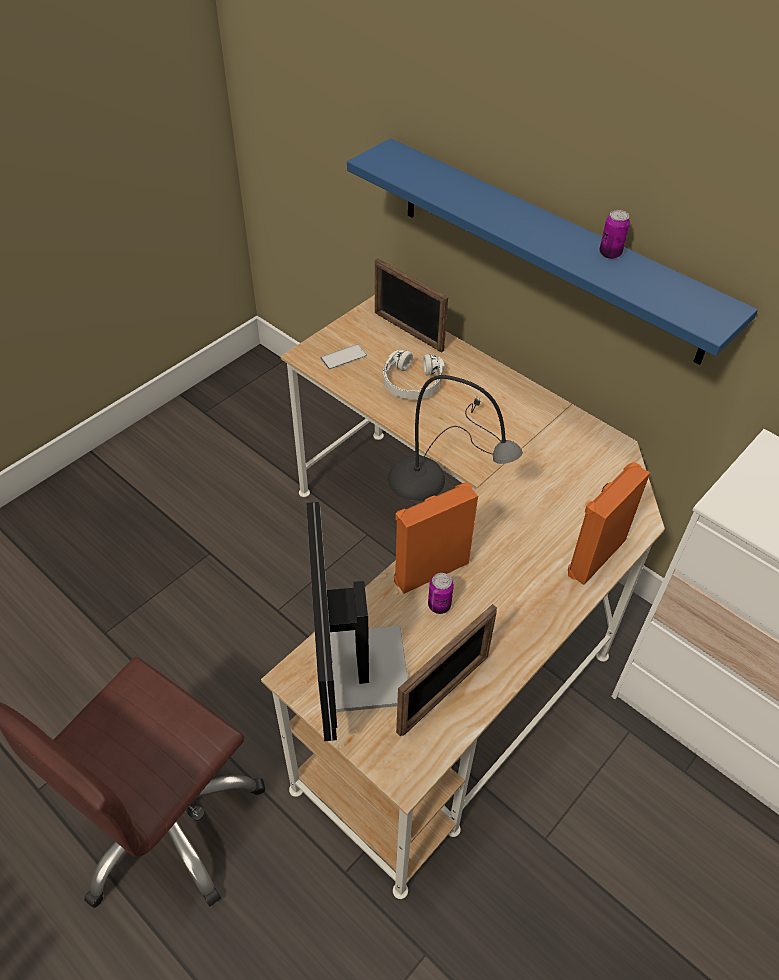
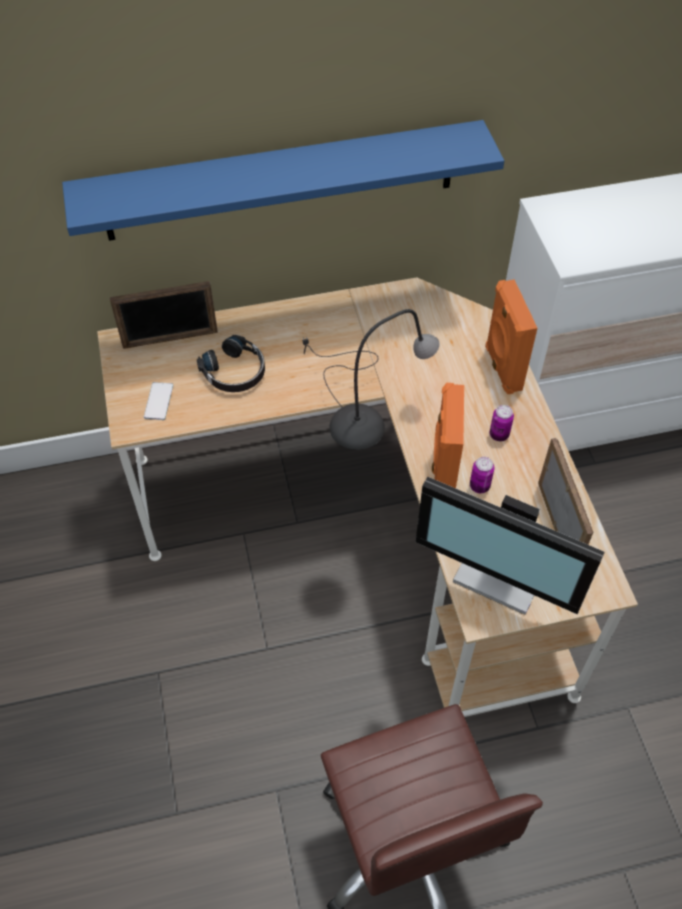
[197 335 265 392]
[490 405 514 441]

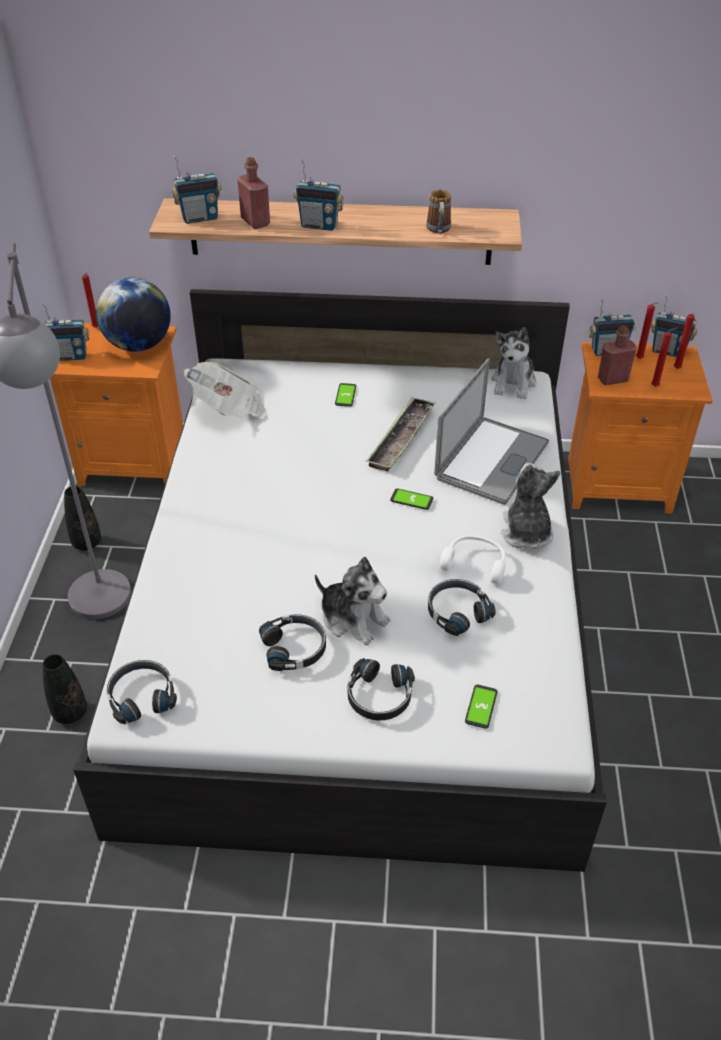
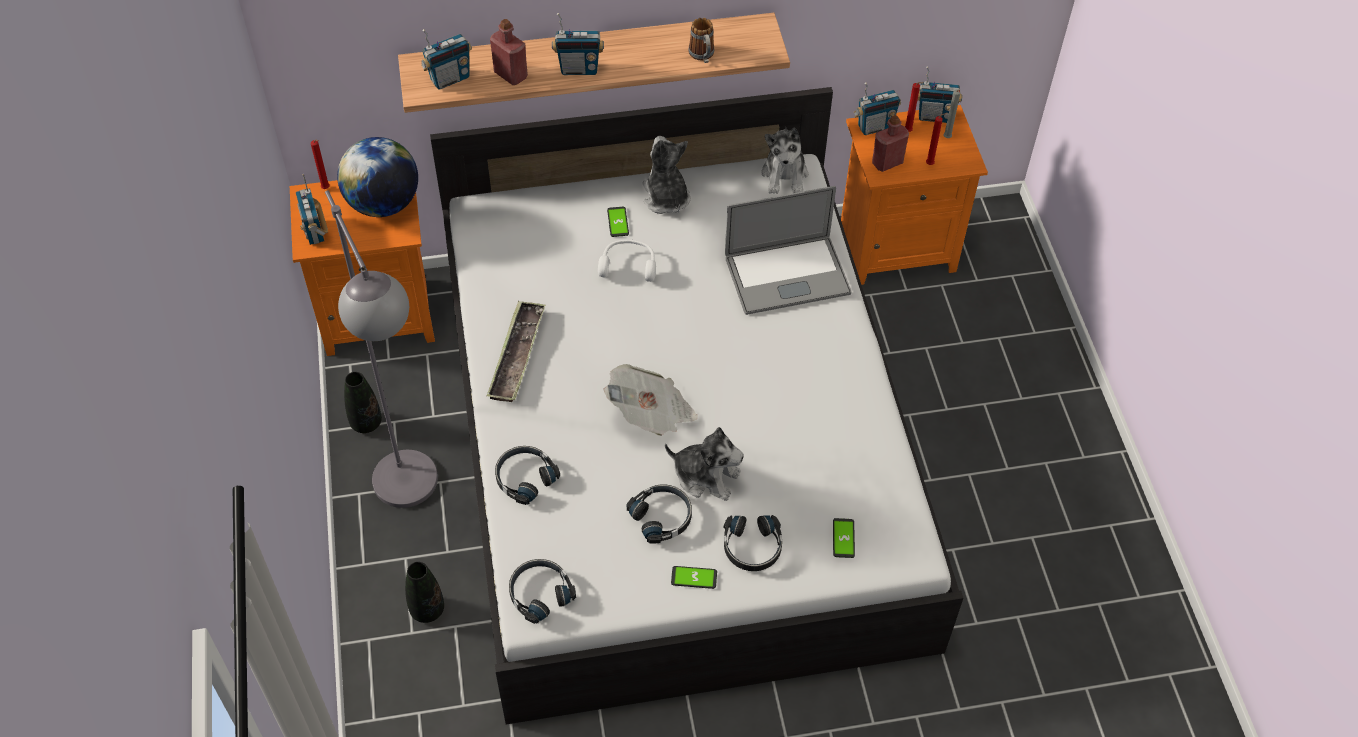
[296 174 328 245]
[487 301 546 402]
[495 446 560 505]
[598 240 656 282]
[603 364 698 436]
[642 136 690 214]
[671 566 717 589]
[725 186 851 315]
[944 90 961 138]

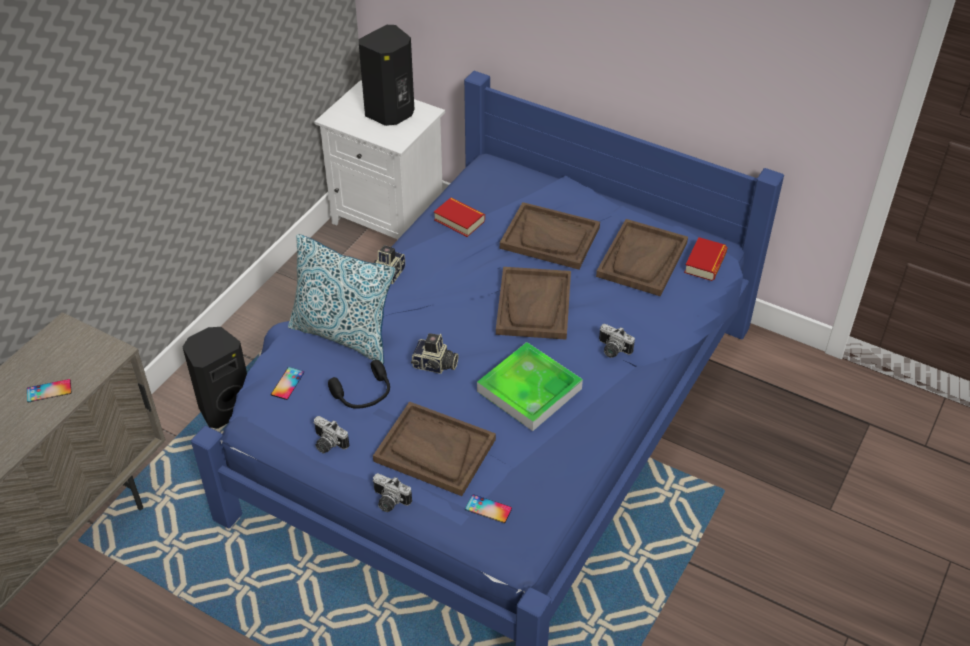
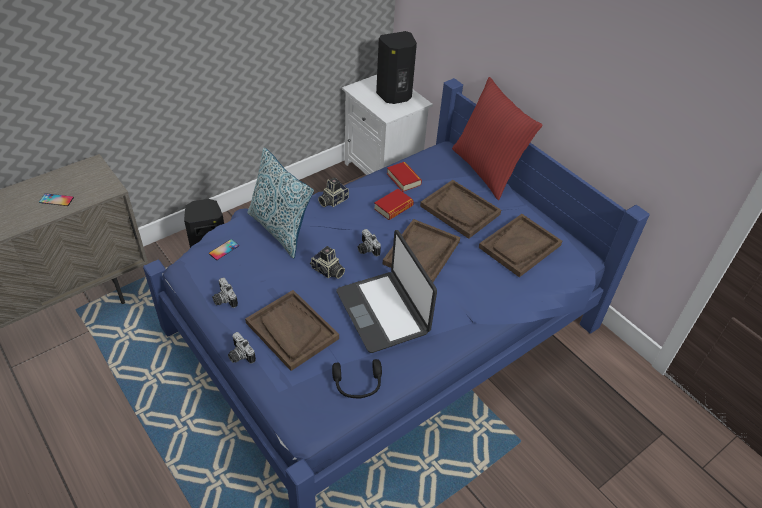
[332 359 382 399]
[337 230 437 353]
[357 229 381 256]
[374 189 414 220]
[452 77 542 200]
[465 494 512 523] (first image)

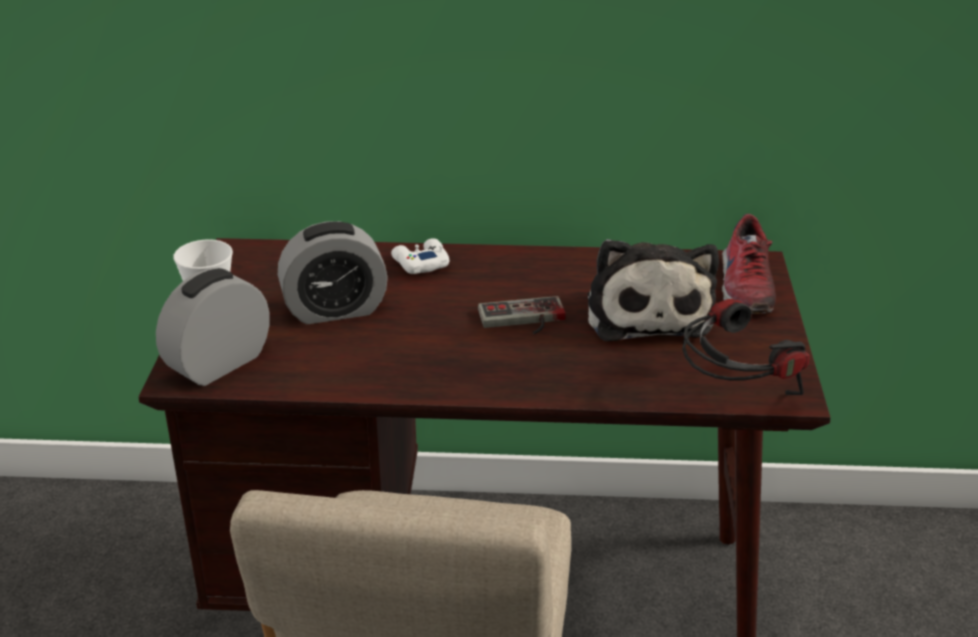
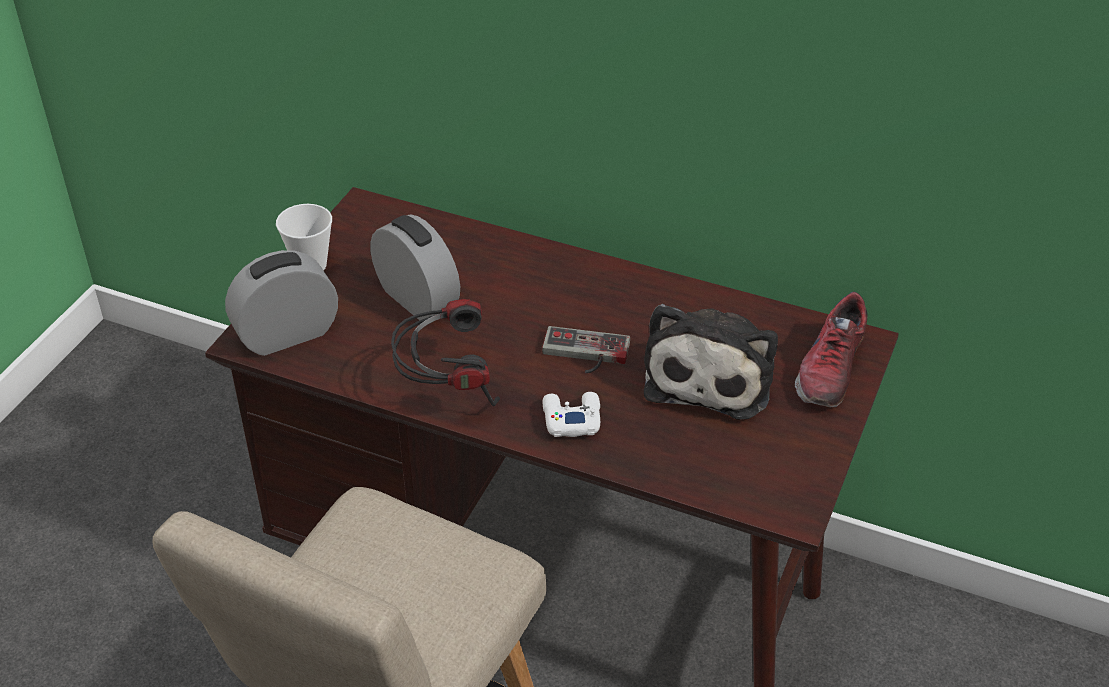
[370 214 460 321]
[391 299 500 406]
[543 392 600 437]

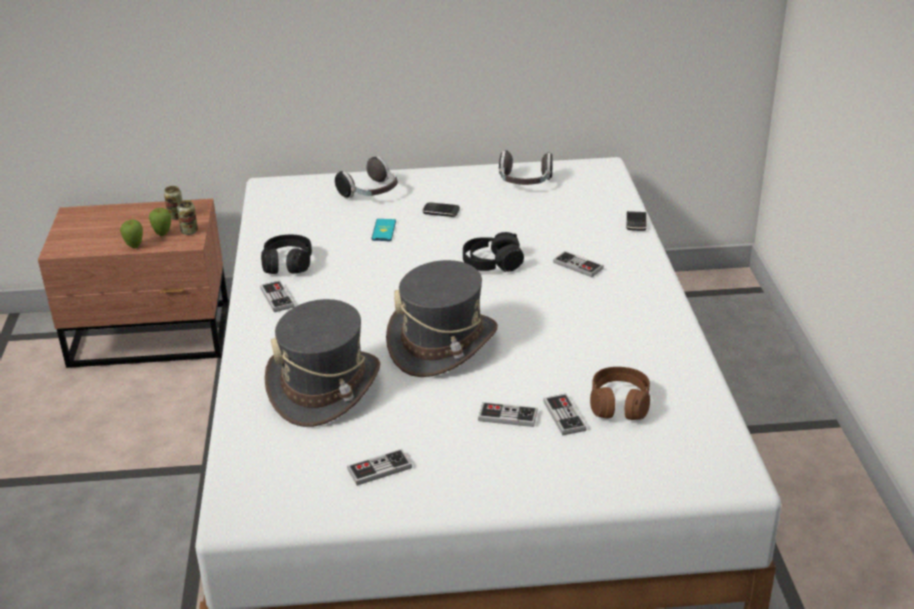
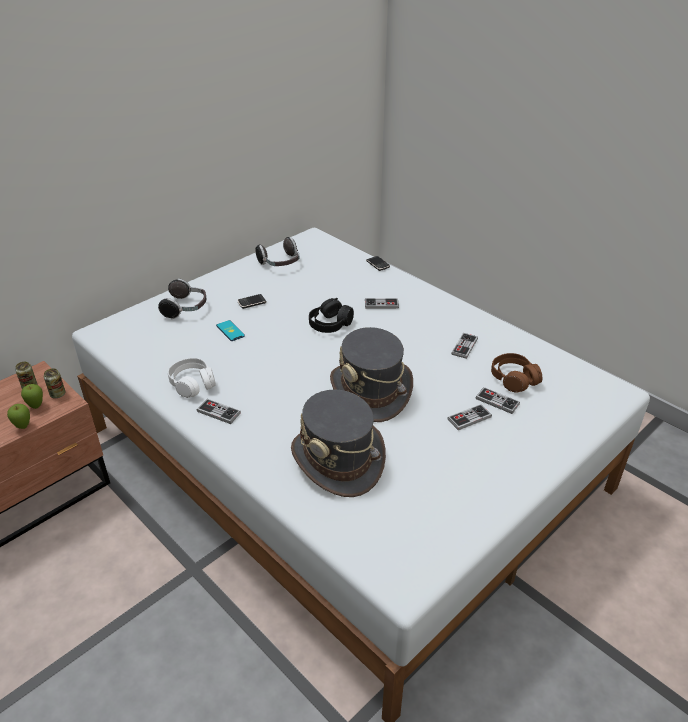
[168 358 216 398]
[451 333 478 359]

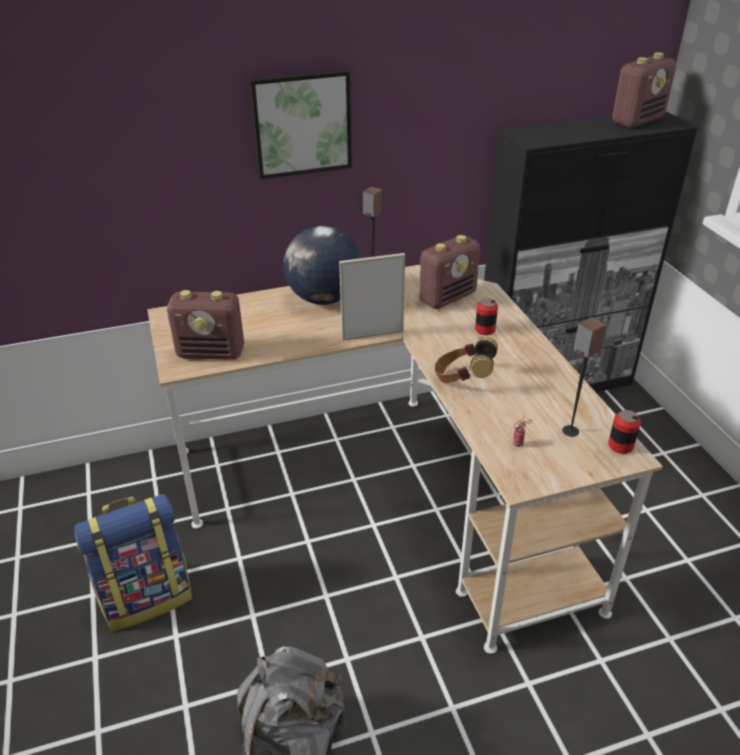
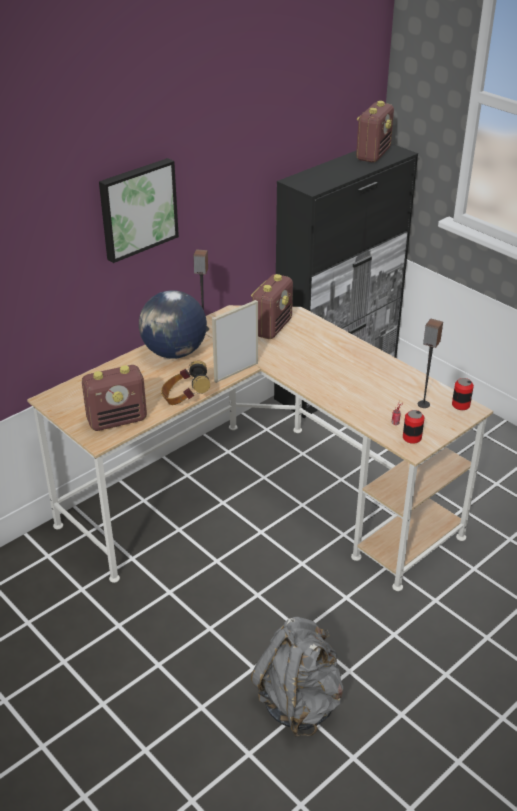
[161 360 210 405]
[403 410 424 444]
[74 494 192 631] (first image)

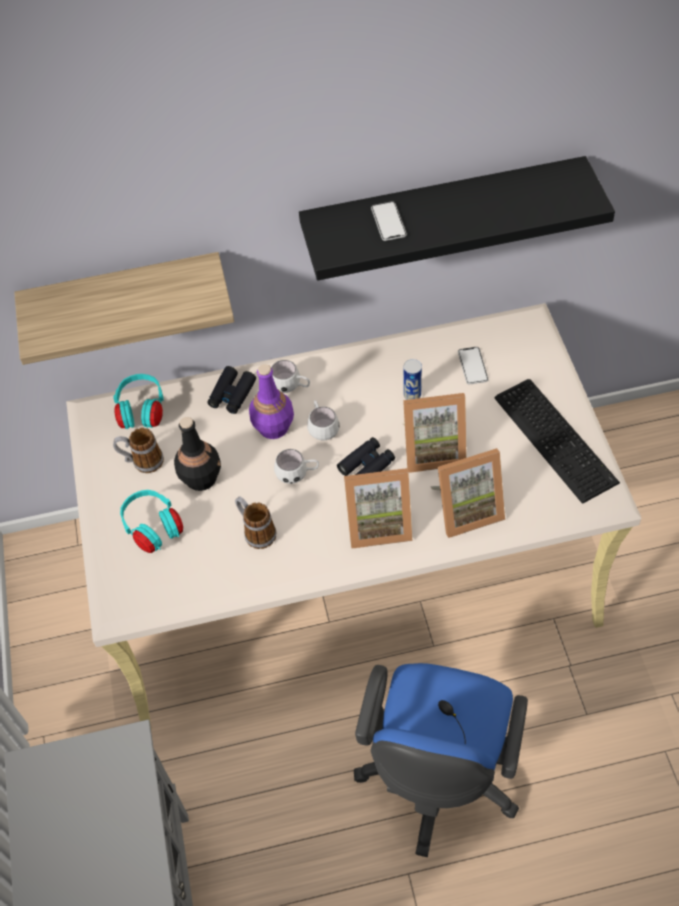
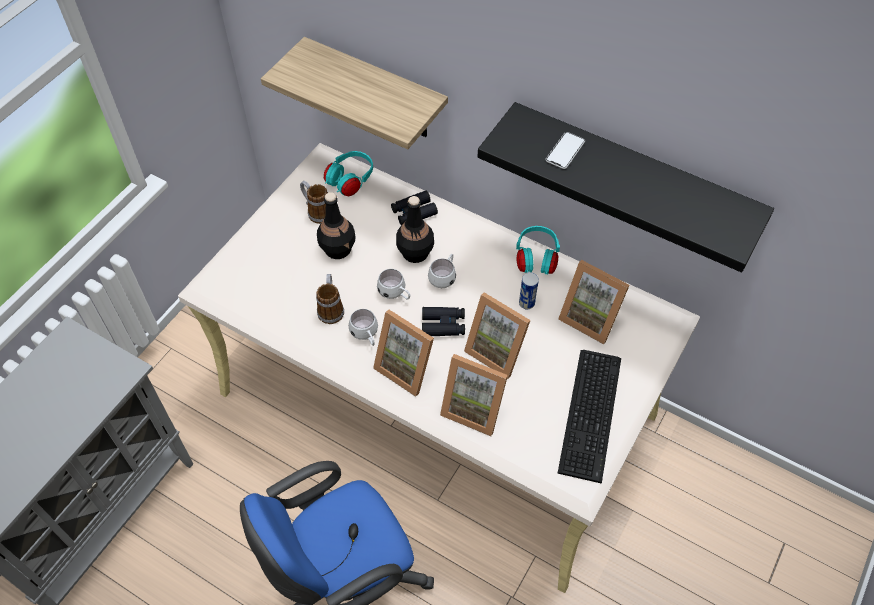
[349 309 378 346]
[396 196 434 263]
[516 226 560 274]
[558 260 630 345]

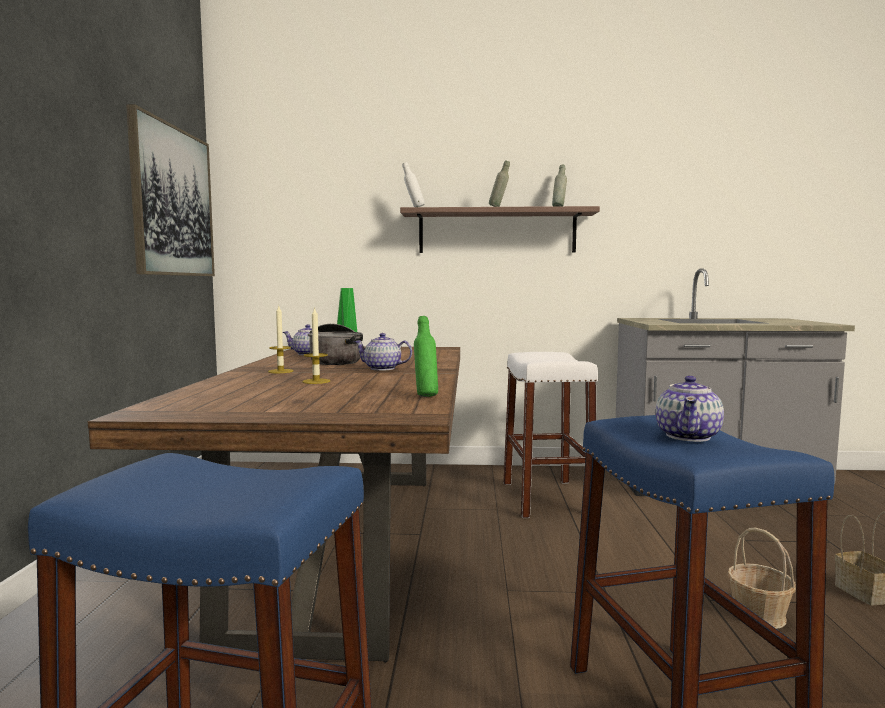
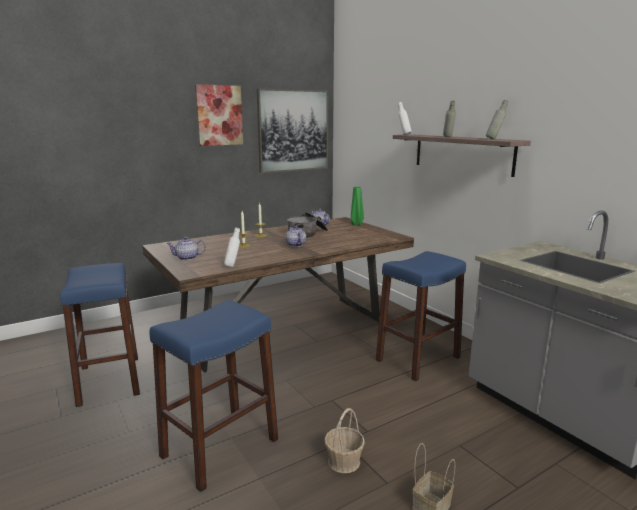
[166 237 206 260]
[195 84 243 146]
[224 227 240 267]
[376 251 466 381]

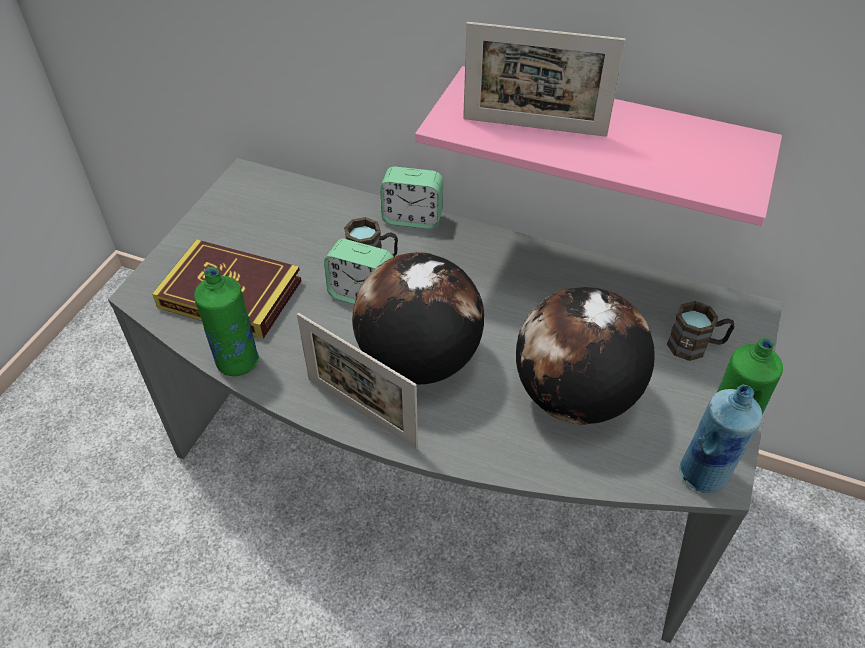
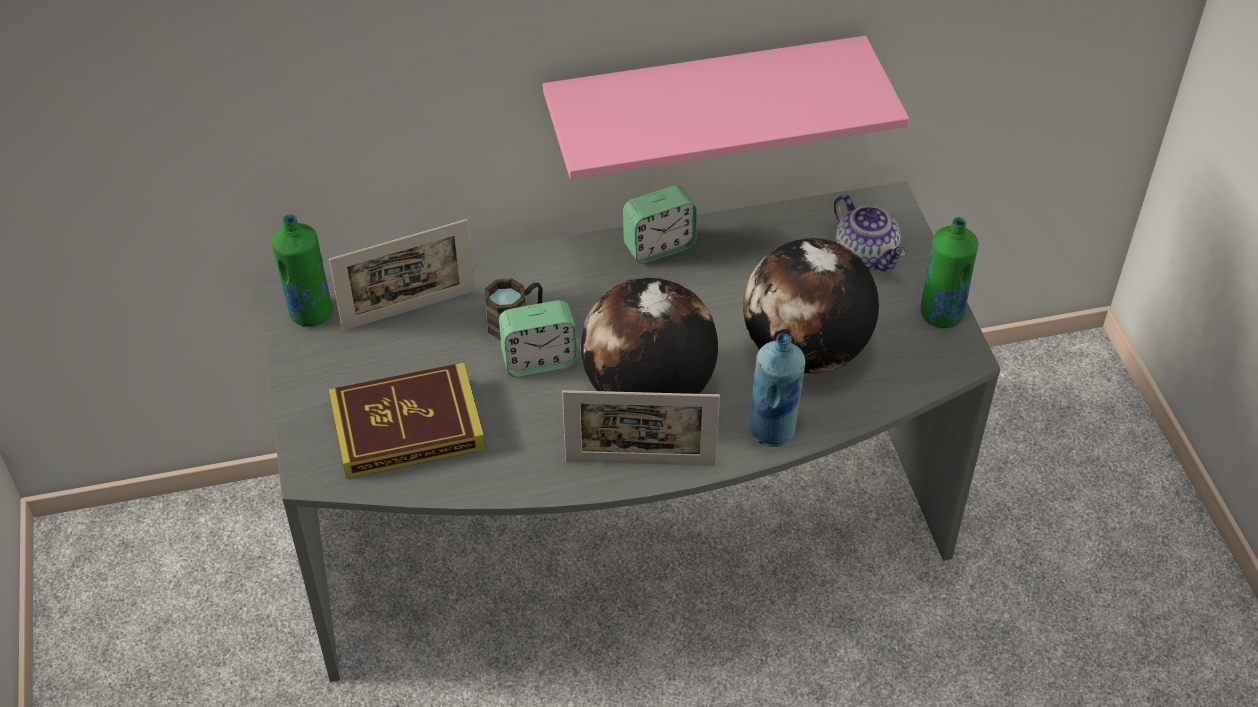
[272 214 334 327]
[329 219 475 331]
[623 185 697 263]
[749 334 806 447]
[834 194 906 271]

